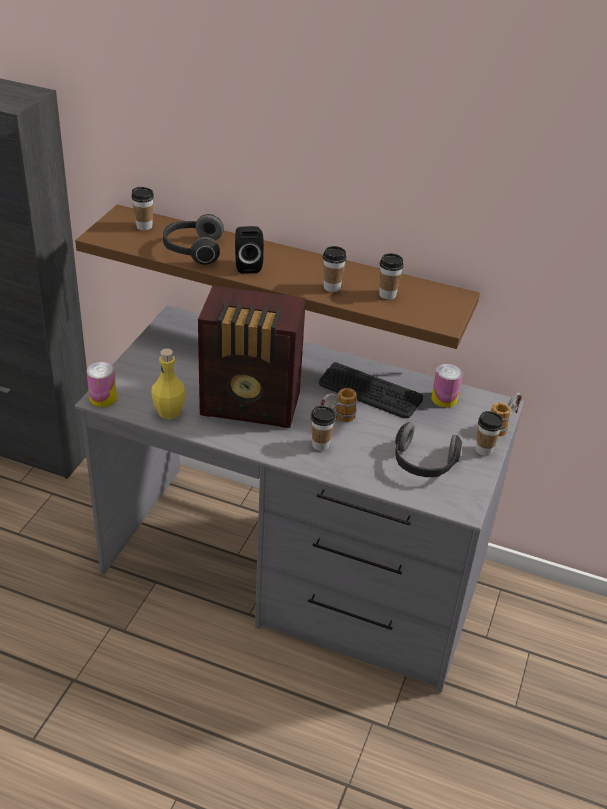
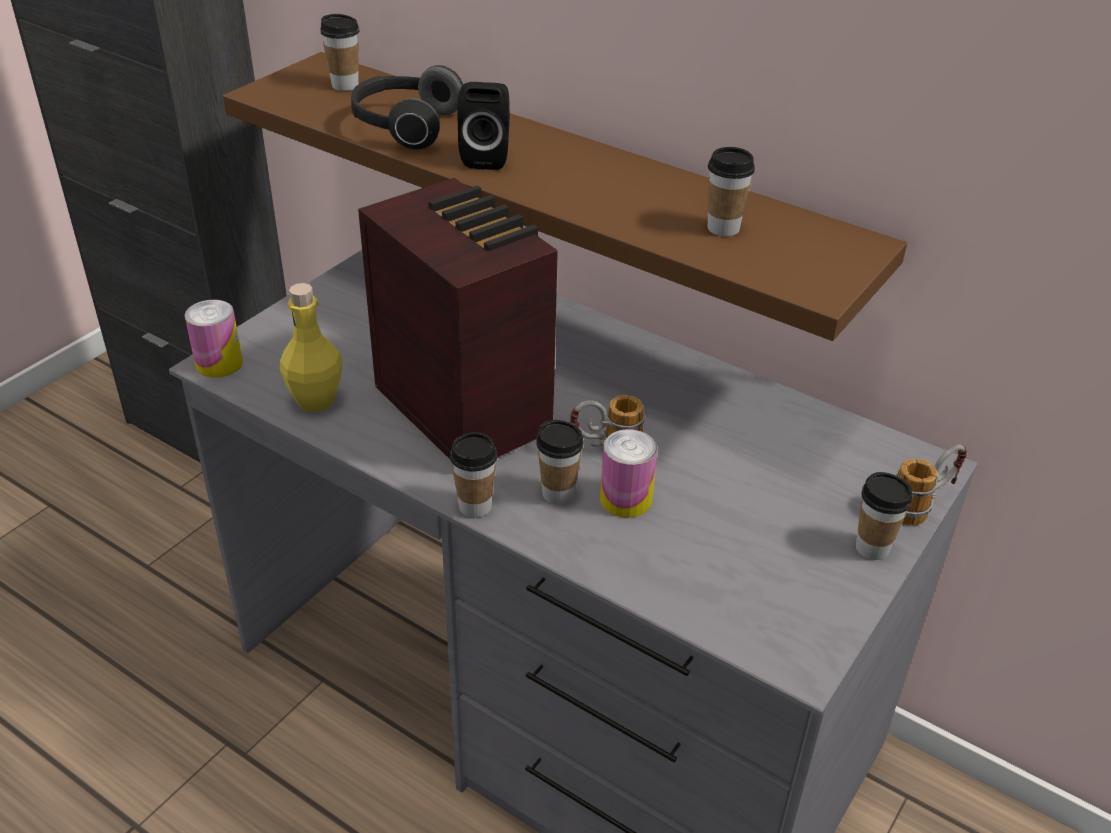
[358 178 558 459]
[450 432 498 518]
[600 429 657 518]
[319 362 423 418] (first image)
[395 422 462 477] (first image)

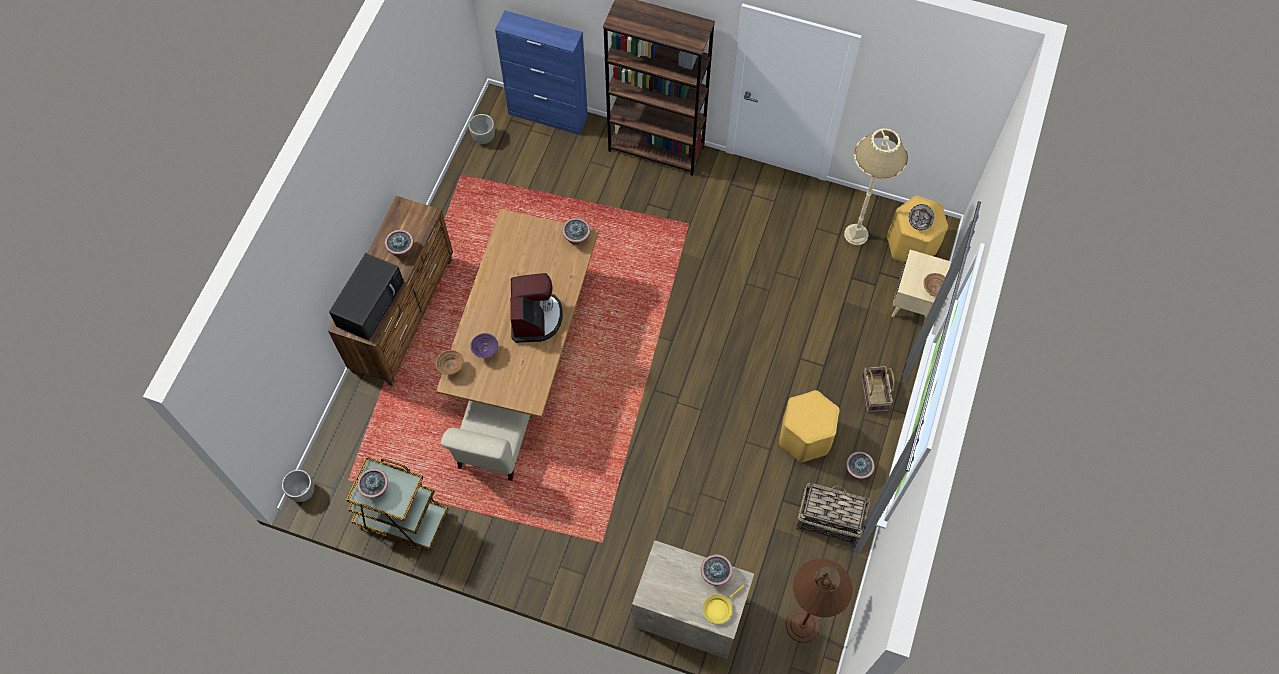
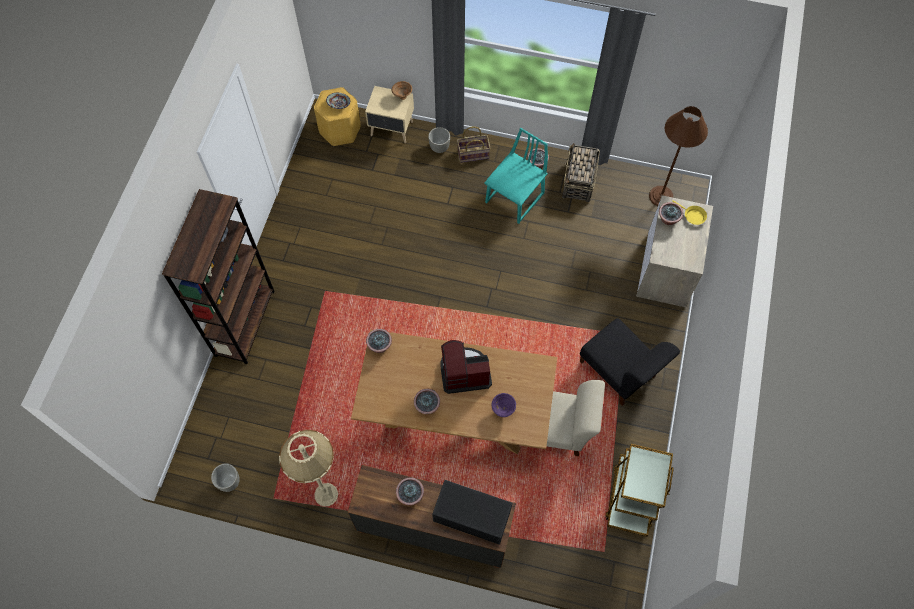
[279 430 338 507]
[414 389 440 414]
[428 127 450 153]
[485 128 548 224]
[580 318 680 406]
[436 350 464 375] (first image)
[495 10 588 135] (first image)

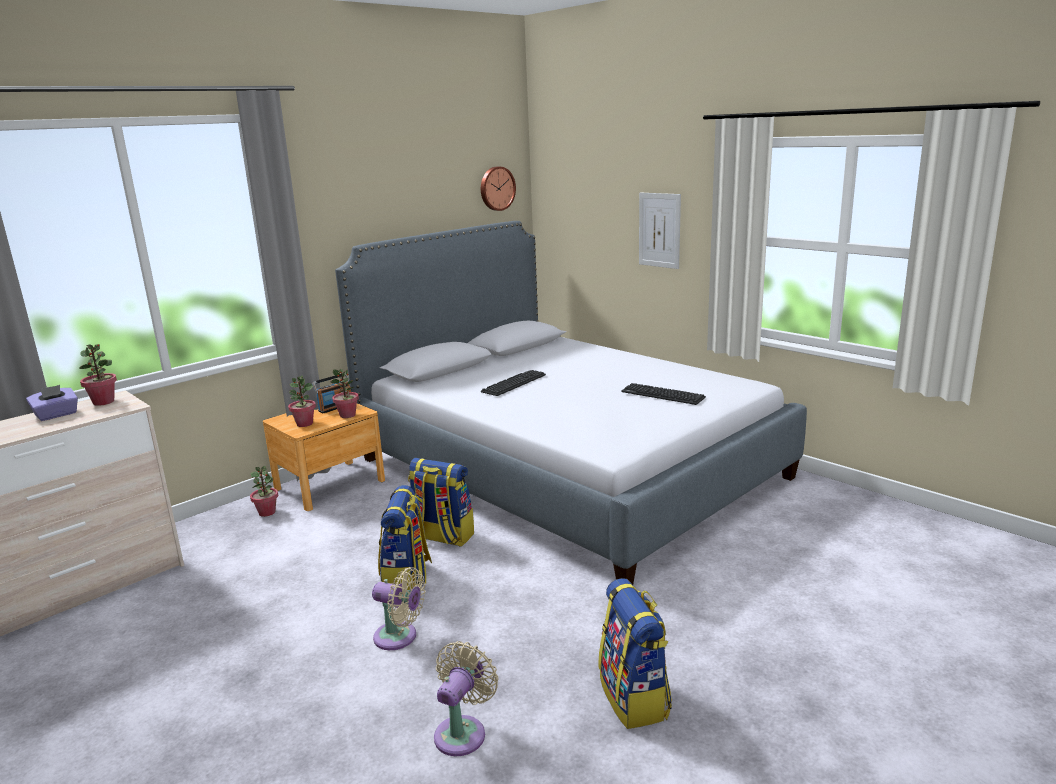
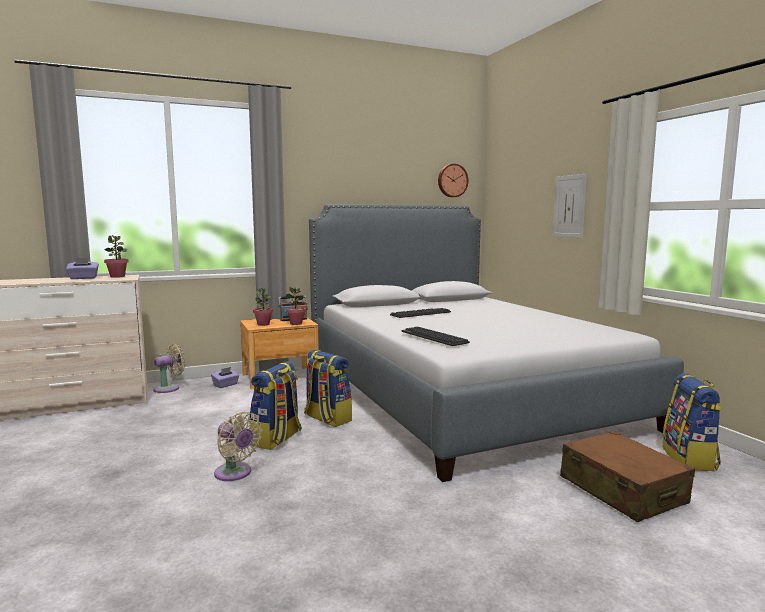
[153 343 185 393]
[211 367 239 388]
[402 327 470 346]
[560 431 695 522]
[662 373 723 471]

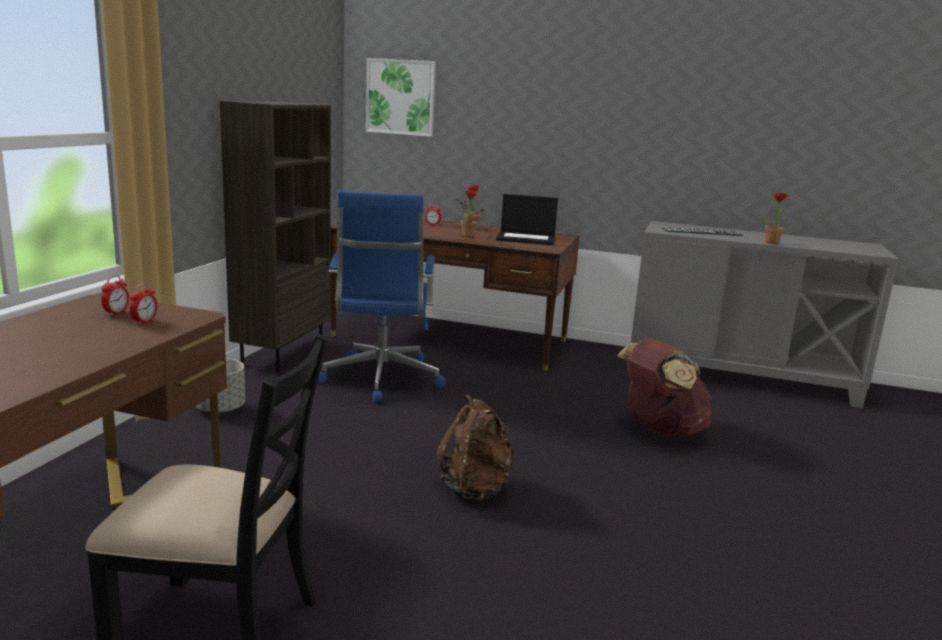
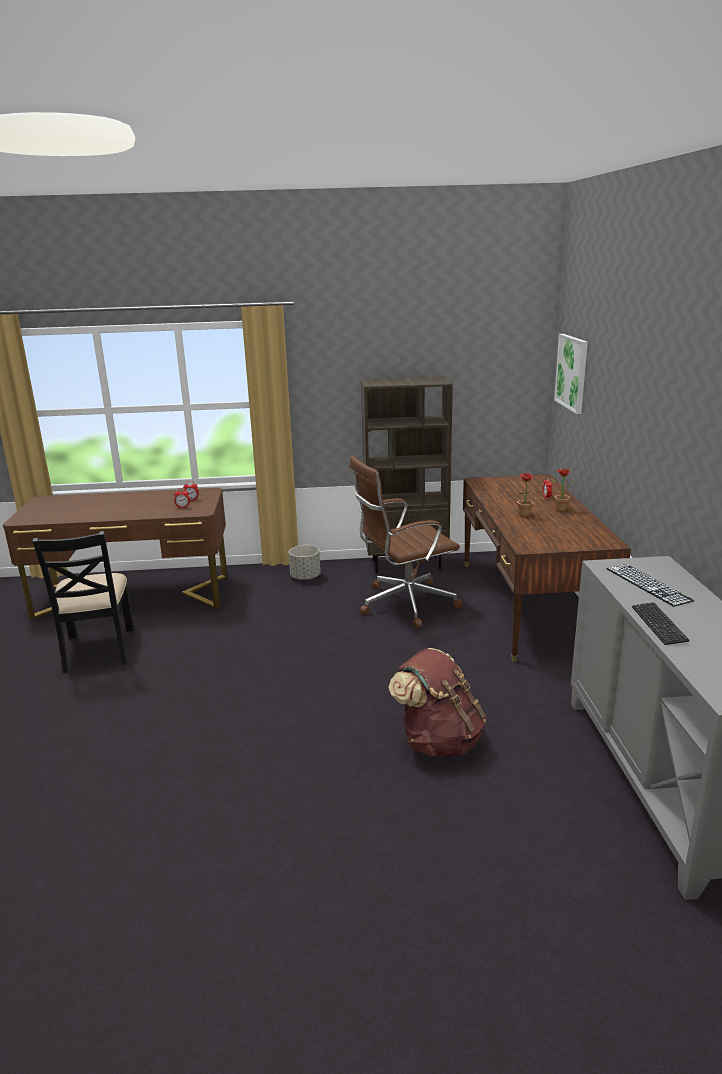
[350 455 463 628]
[632 602 690 645]
[436 394 514 501] (first image)
[496 194 558 245] (first image)

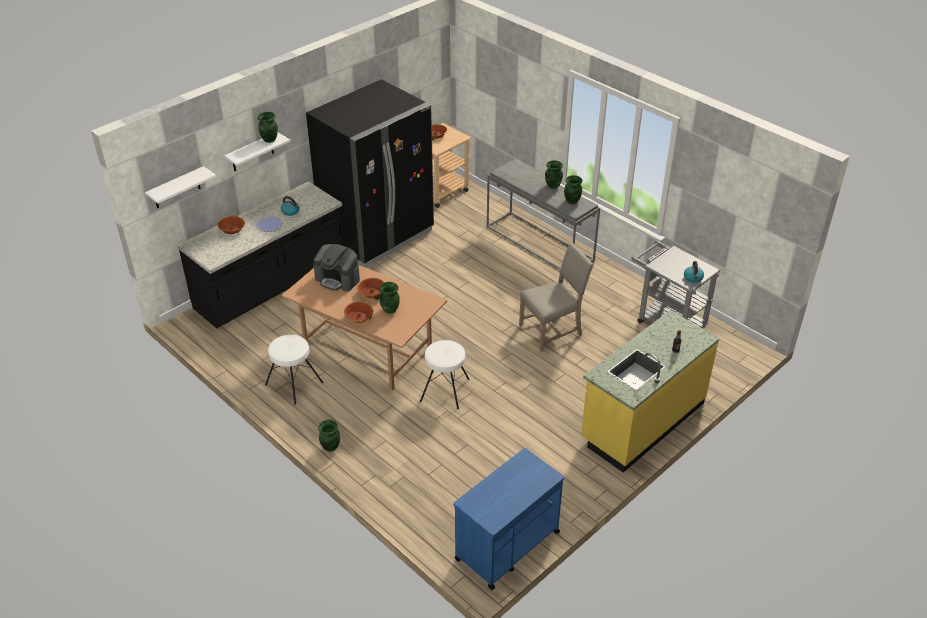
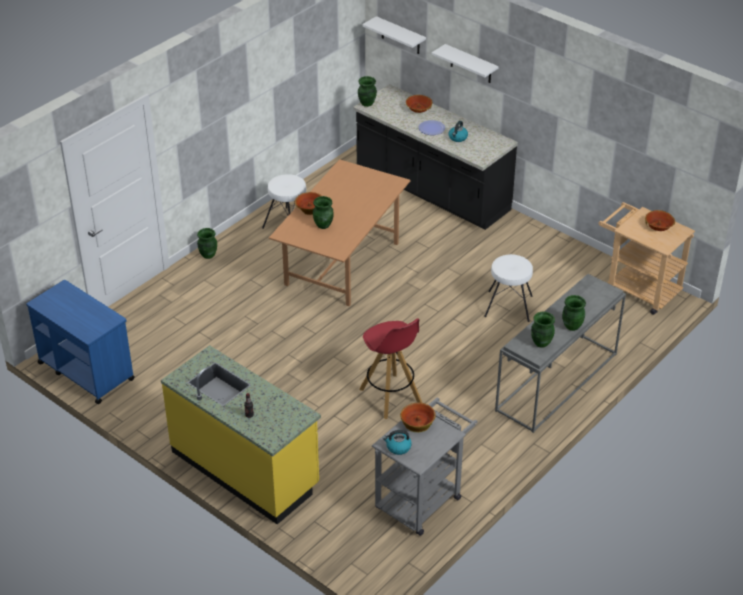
[358 76 377 107]
[359 318 422 419]
[400 402 436 432]
[484 254 533 322]
[306 79 434 268] (first image)
[313 244 360 292] (first image)

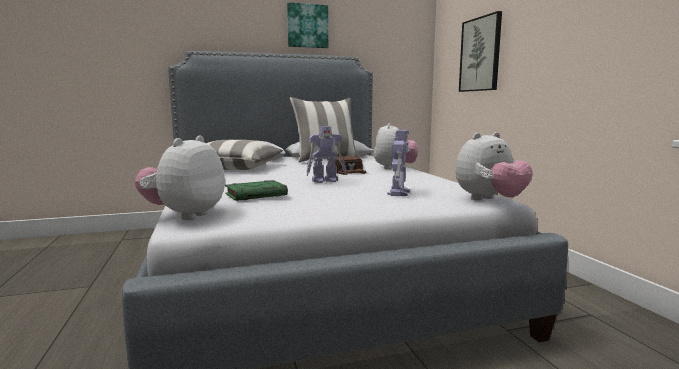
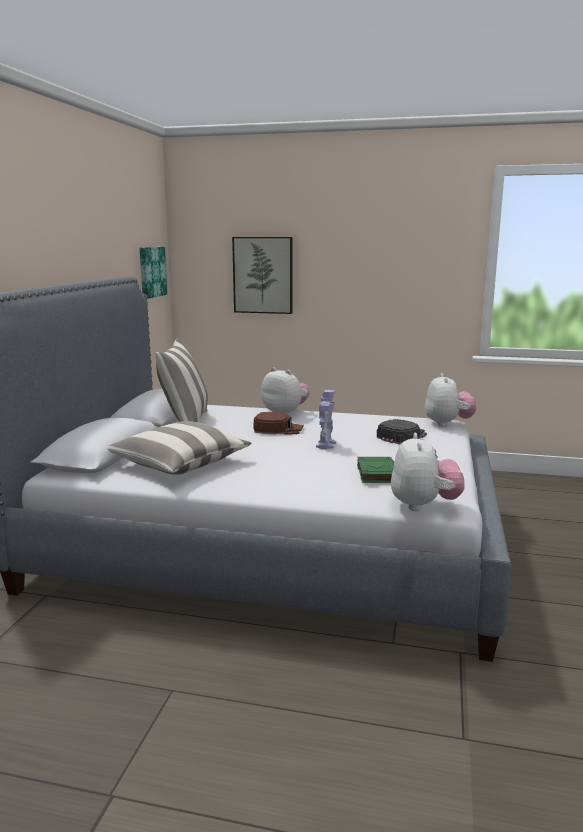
[140 247 167 299]
[377 419 427 445]
[391 433 464 511]

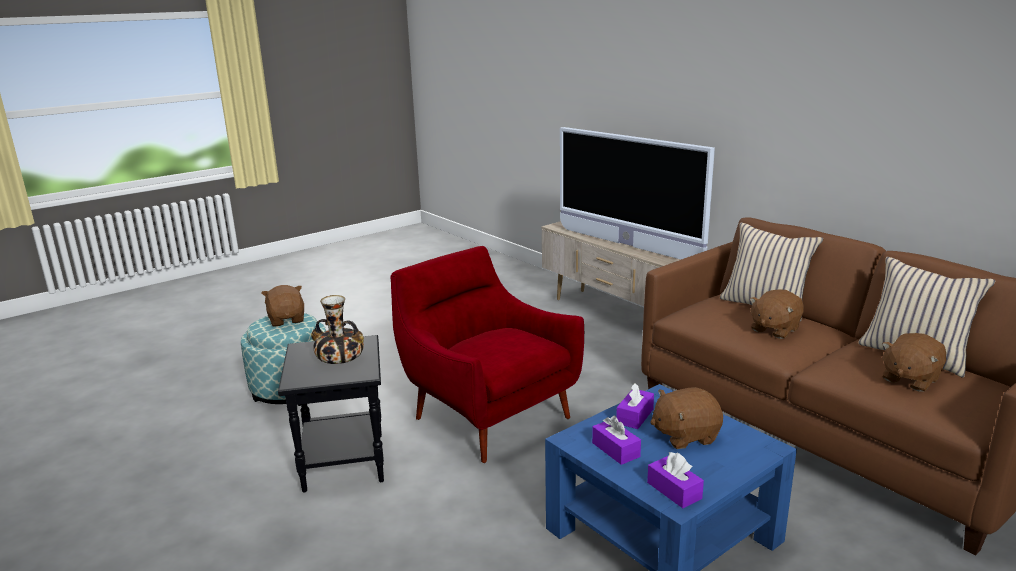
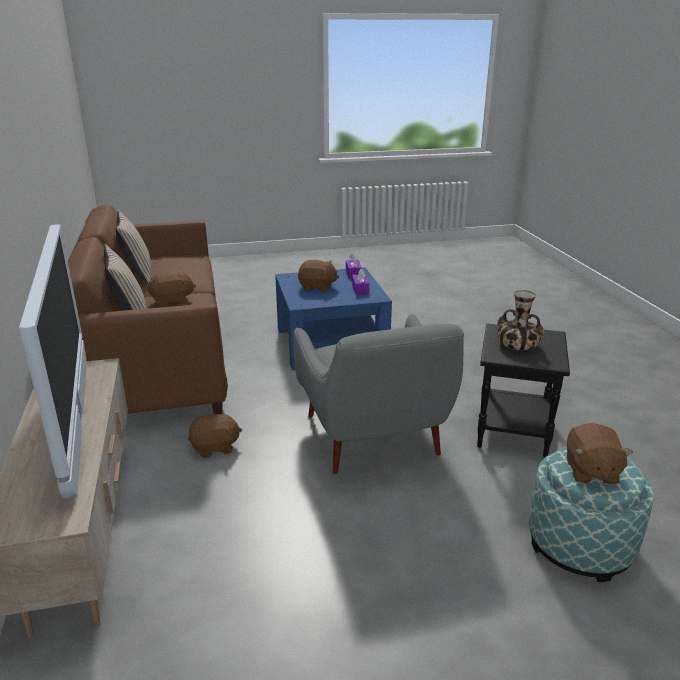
[188 410 242 458]
[293 314 464 474]
[616 383 654 429] (first image)

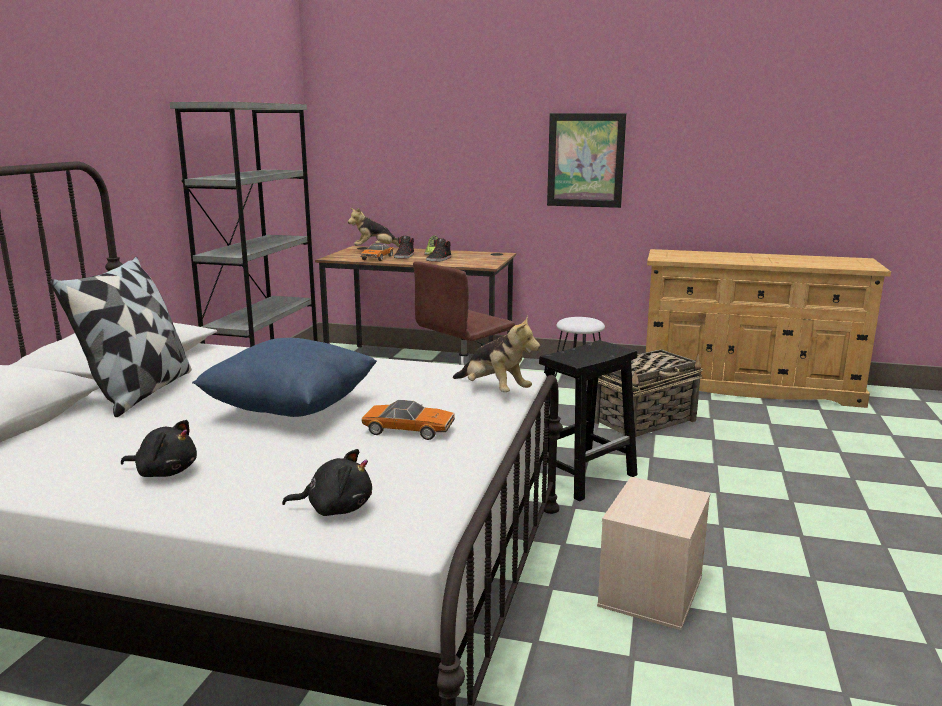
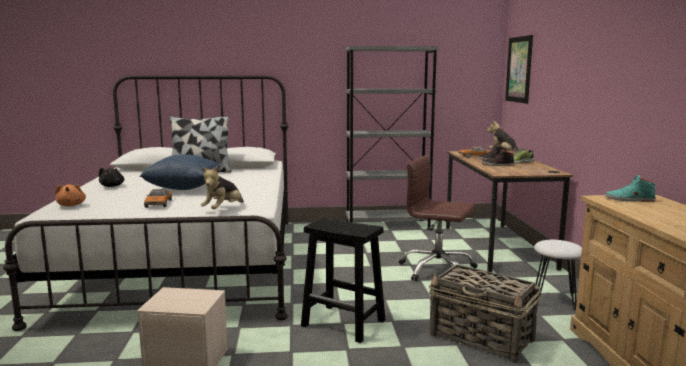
[55 184 86 206]
[505 35 533 104]
[605 175 656 202]

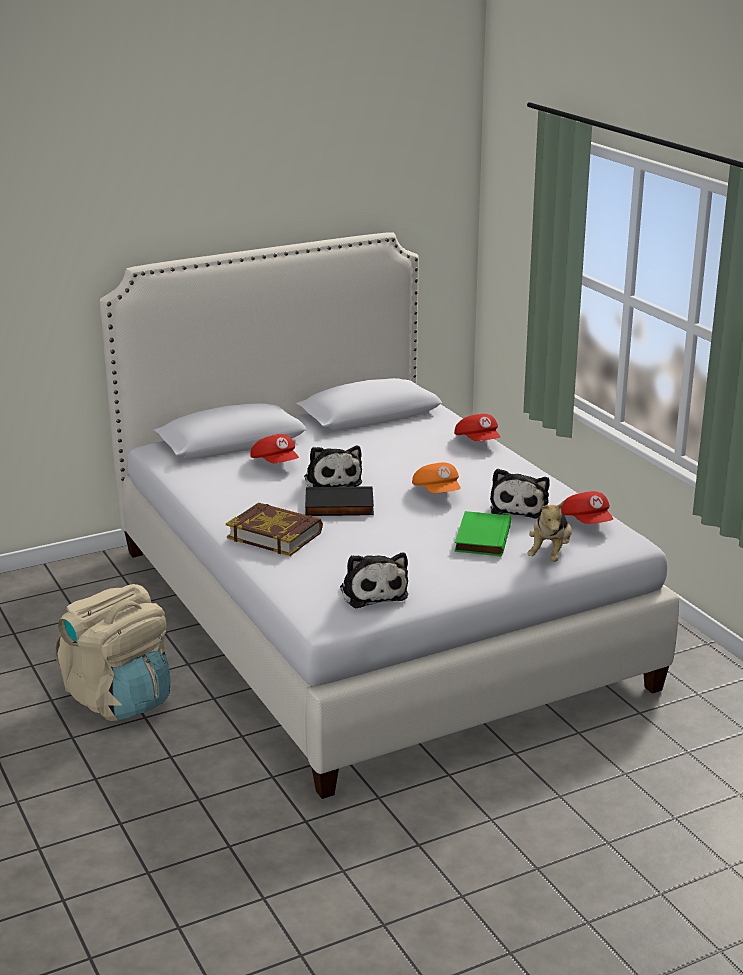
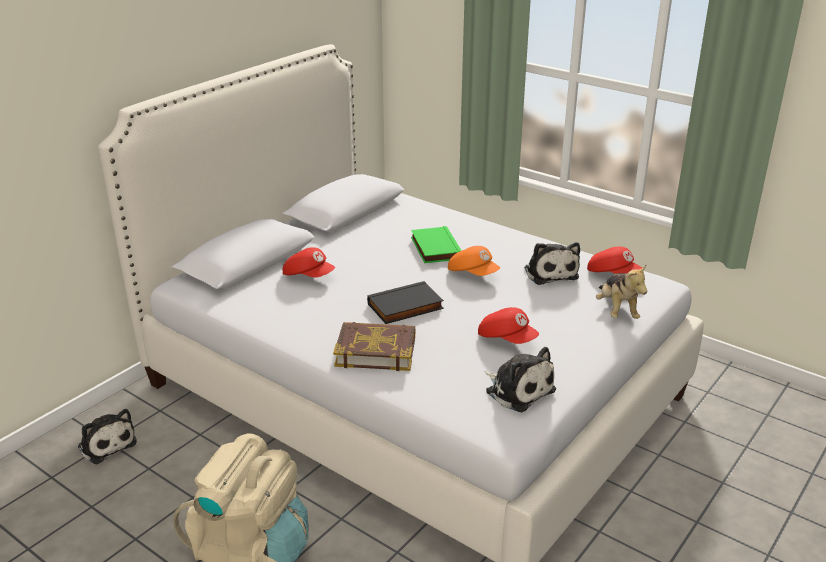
[78 409 137 464]
[411 226 462 263]
[478 307 539 344]

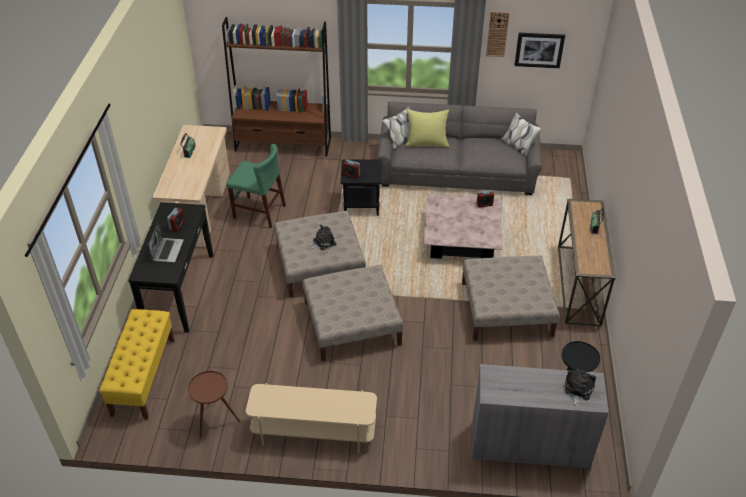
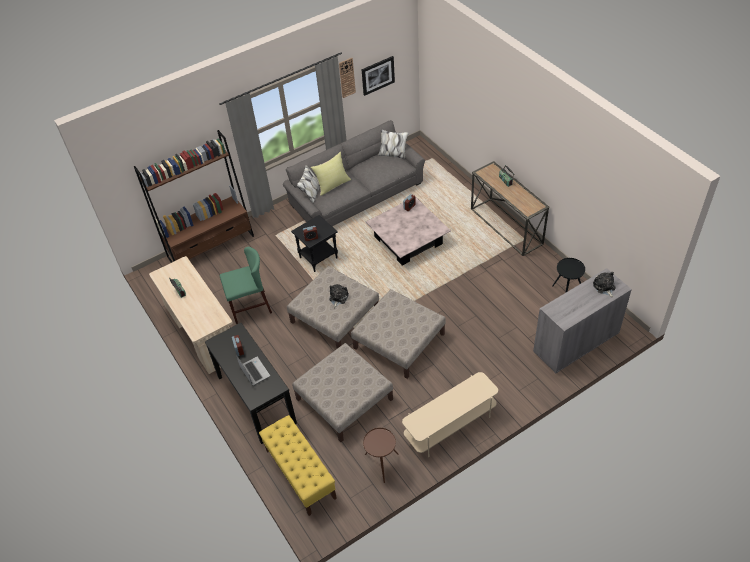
[292 343 393 442]

